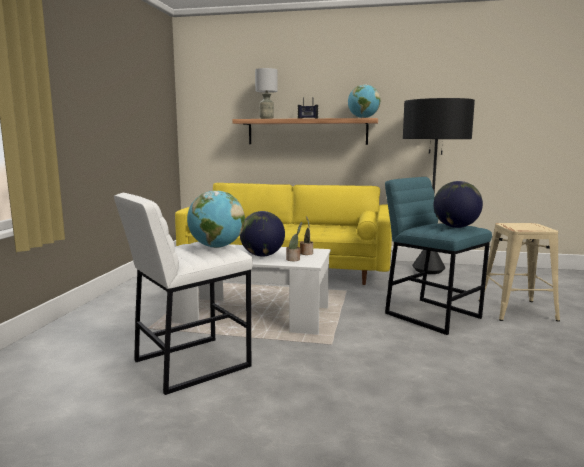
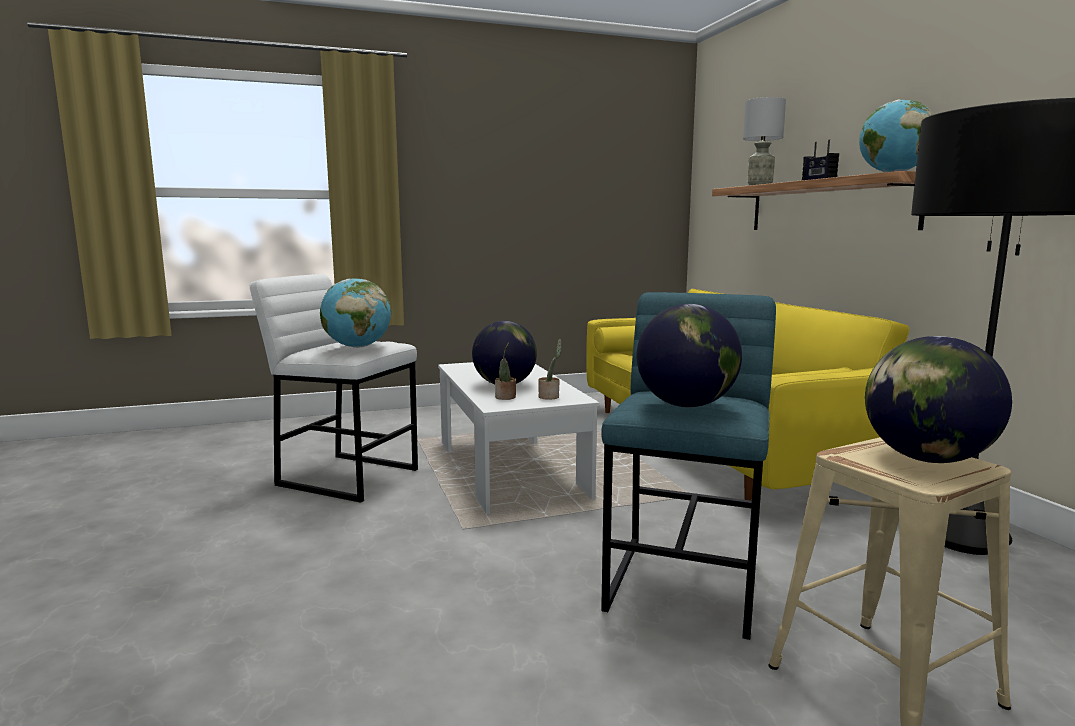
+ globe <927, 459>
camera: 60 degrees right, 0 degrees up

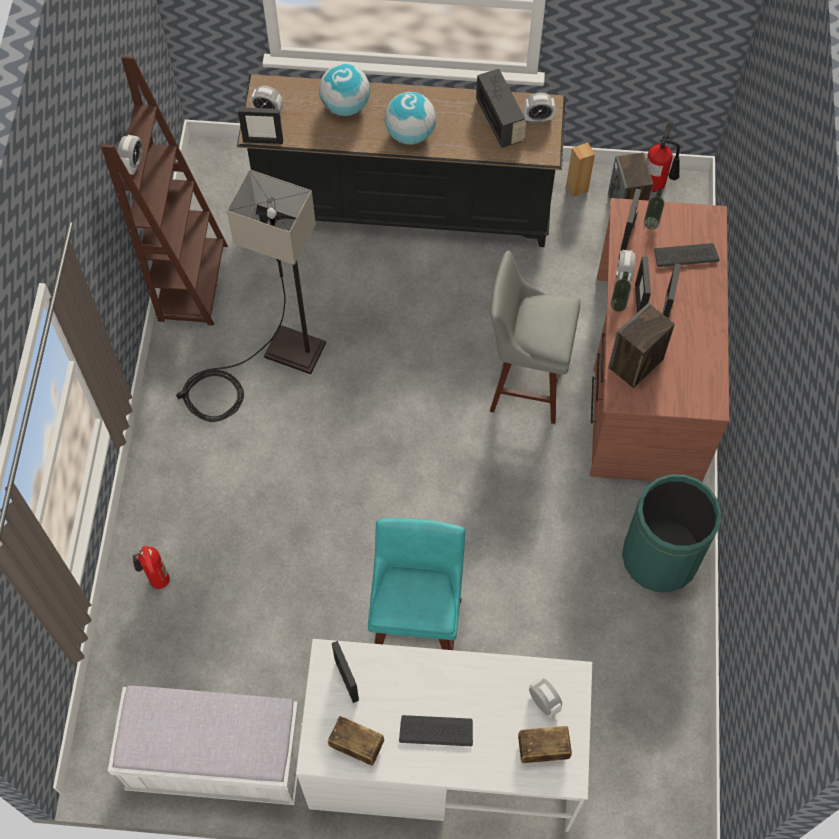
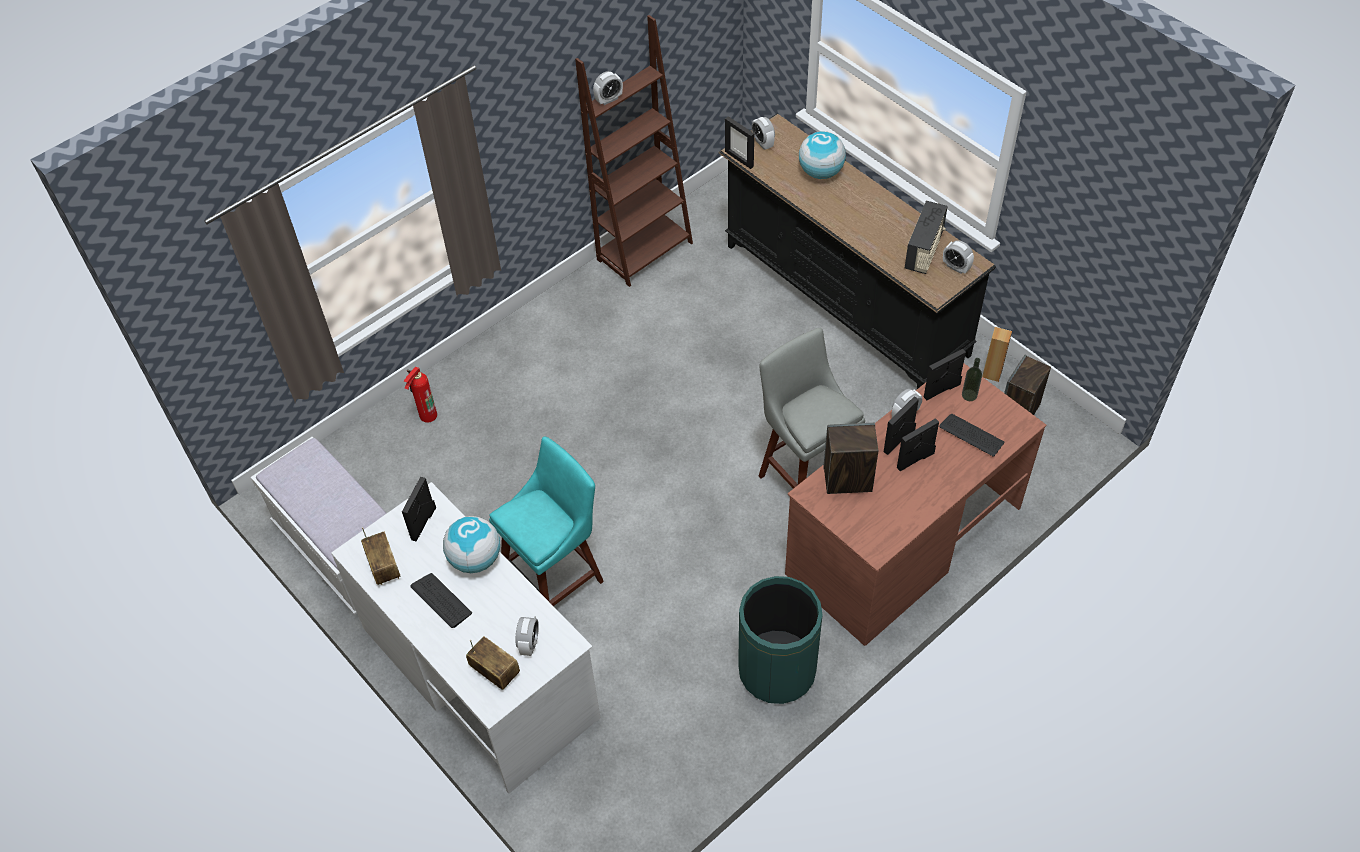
~ globe <410, 134> to <475, 559>
- fire extinguisher <657, 184>
- floor lamp <250, 374>
- bottle <618, 304>
camera: 45 degrees right, 10 degrees down

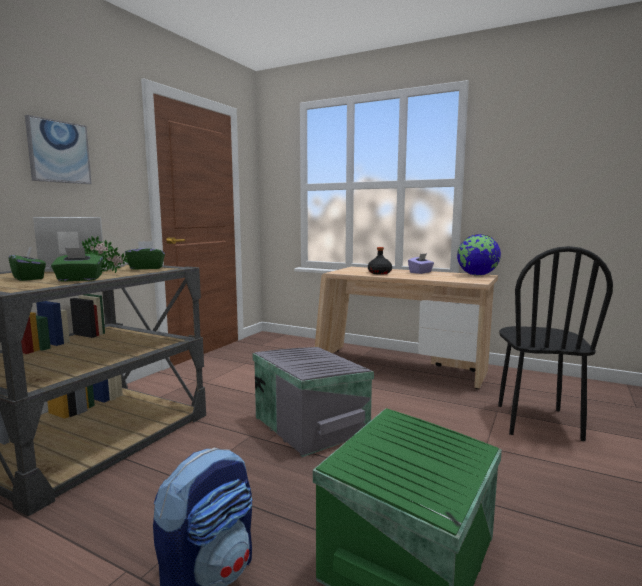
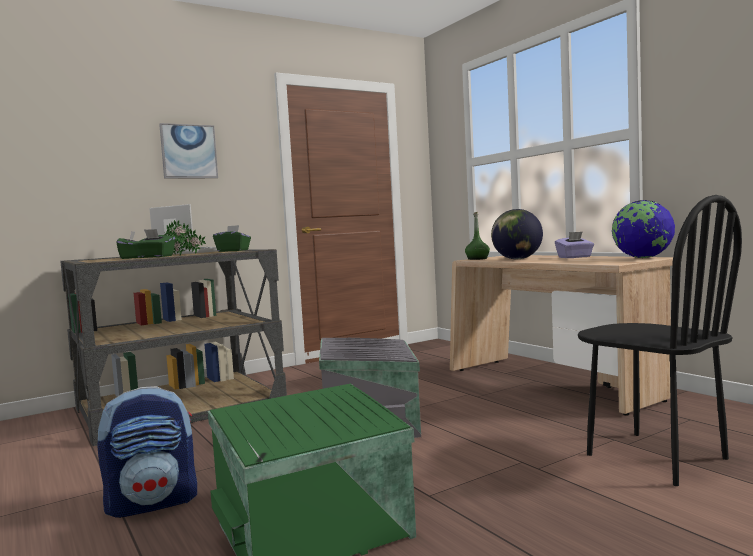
~ chair in black <537, 422> = <655, 457> 75 degrees counterclockwise
~ bottle in black <379, 273> to globe <517, 259>
+ bottle in green <477, 259>
camera: 30 degrees right, 5 degrees down

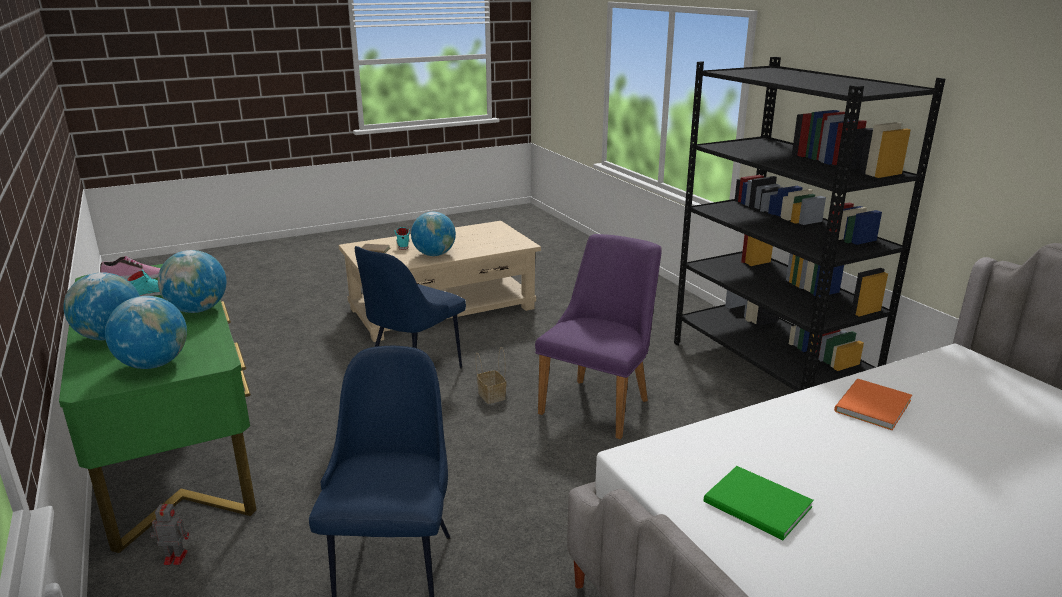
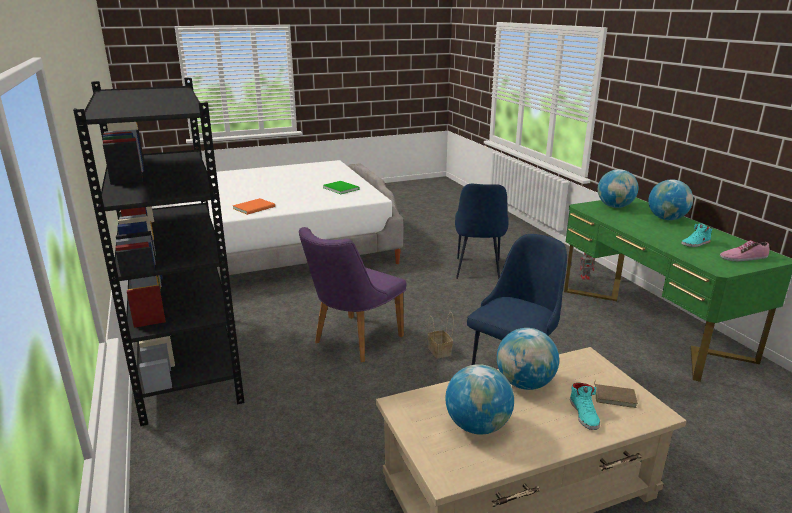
~ globe <197, 310> to <477, 426>
camera: 175 degrees left, 0 degrees up

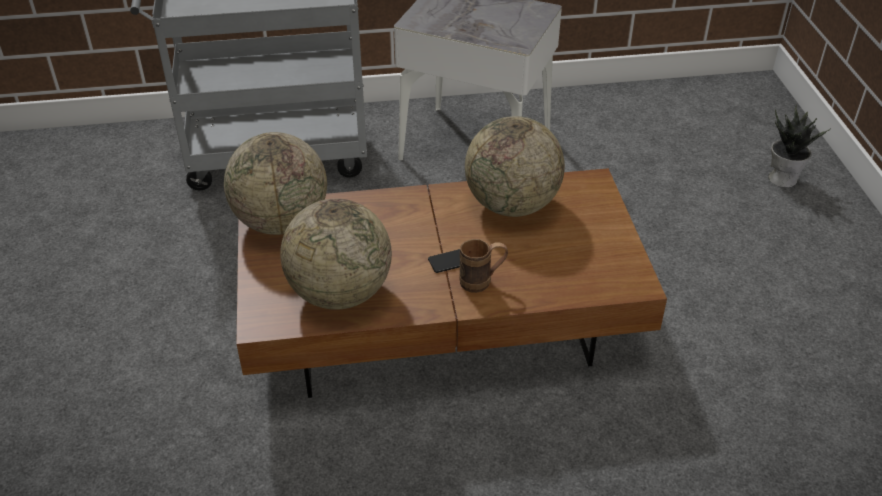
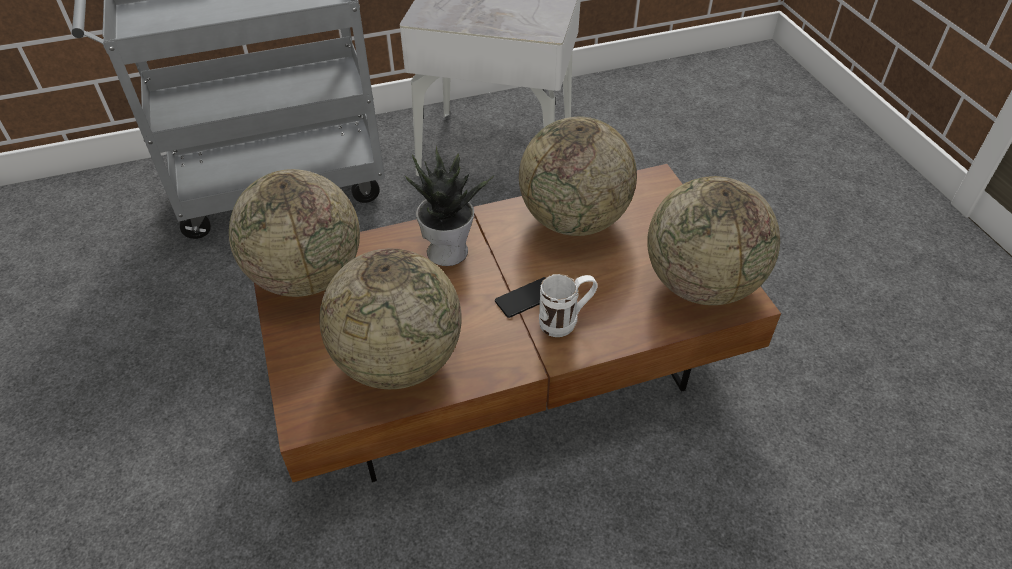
~ potted plant <783, 178> to <448, 250>
~ mug in brown <482, 282> to mug in white <566, 322>
+ globe <701, 284>
camera: 10 degrees left, 5 degrees up

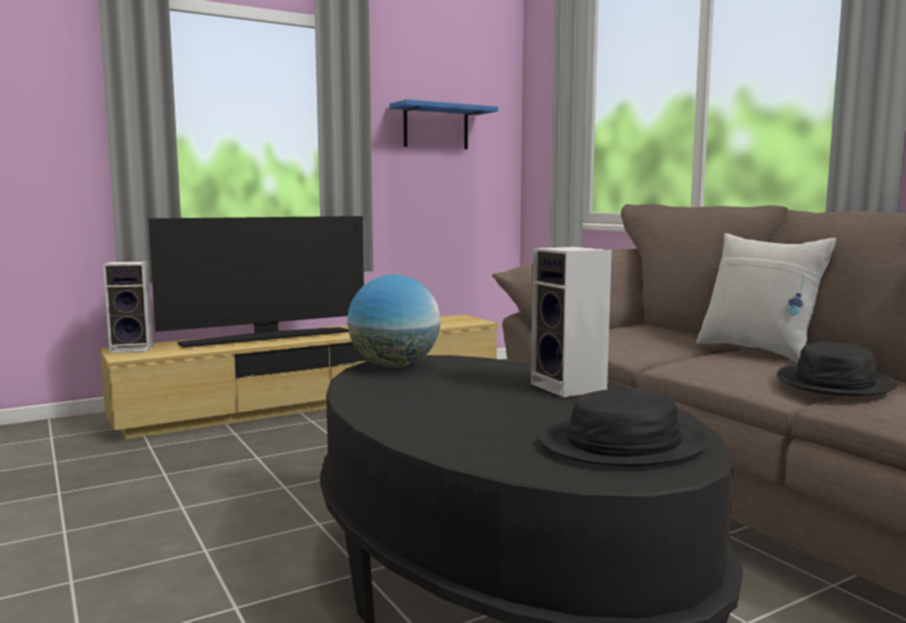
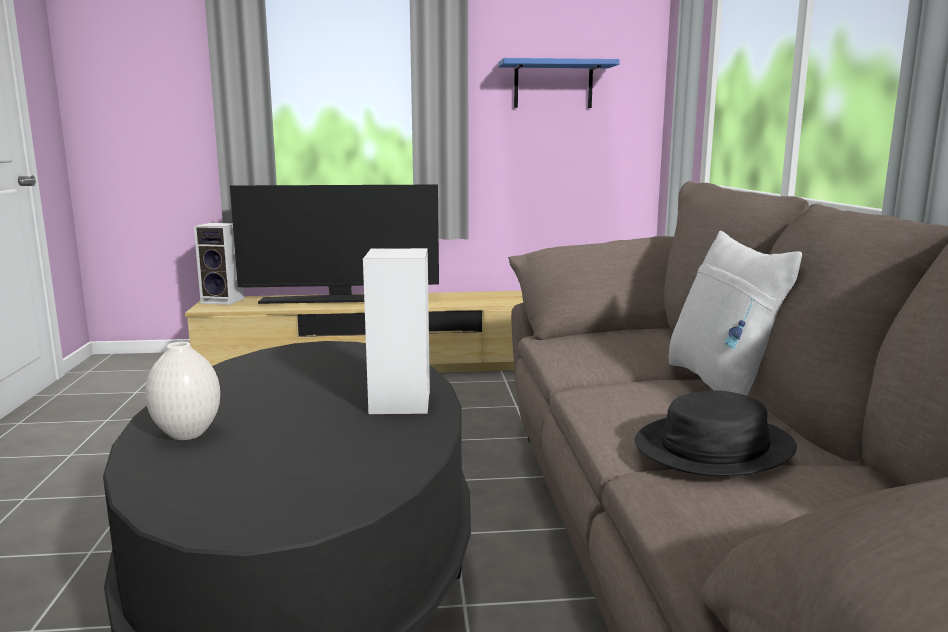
- globe <394, 366>
- hat in black <624, 444>
+ vase in white <187, 435>
camera: 25 degrees right, 5 degrees up

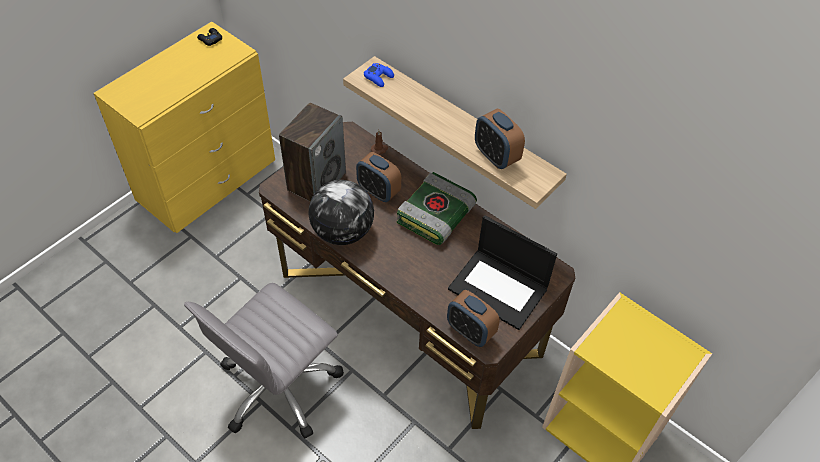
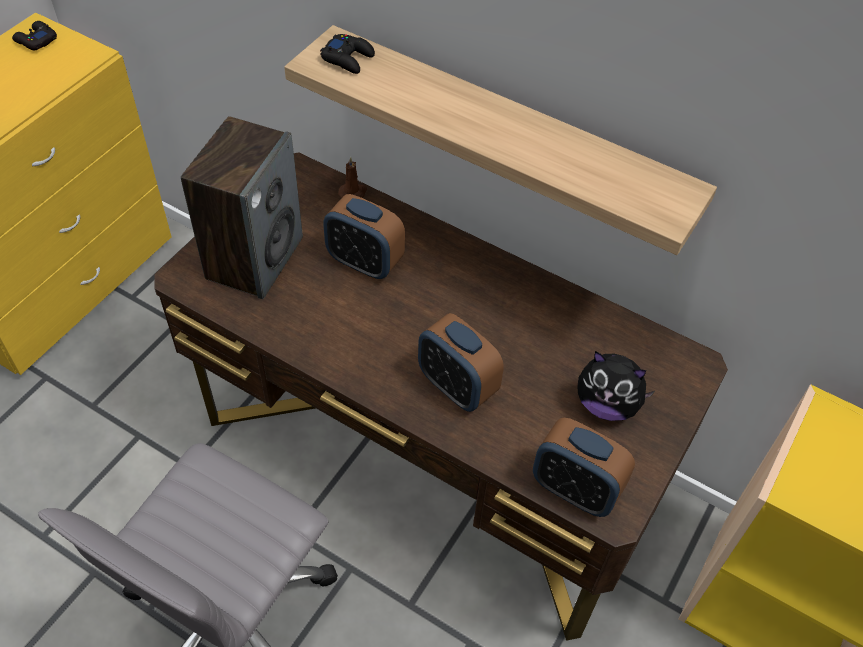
~ game controller in blue <379, 77> to game controller in black <348, 58>
~ alarm clock <496, 156> to <456, 386>
- book <436, 216>
- globe <342, 232>
~ laptop <499, 288> to plush toy <607, 404>
camera: 10 degrees left, 0 degrees up

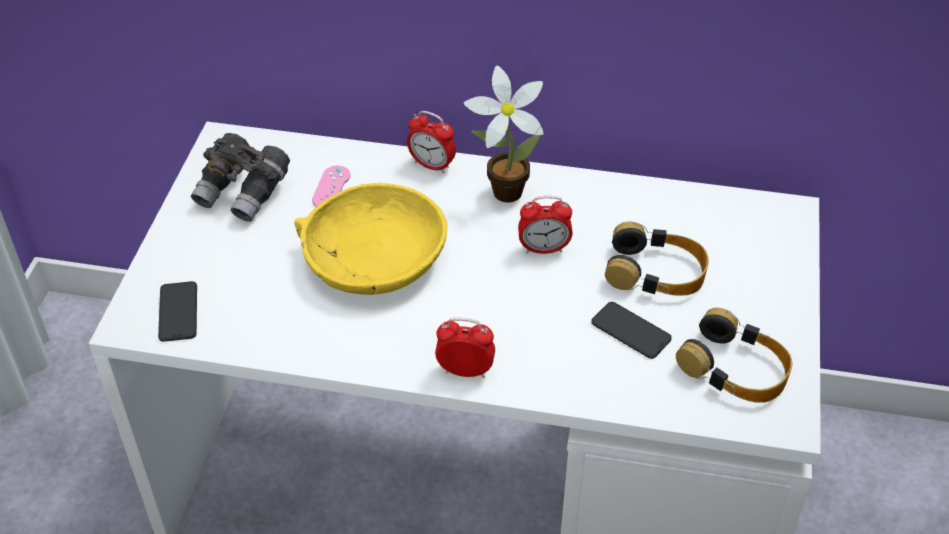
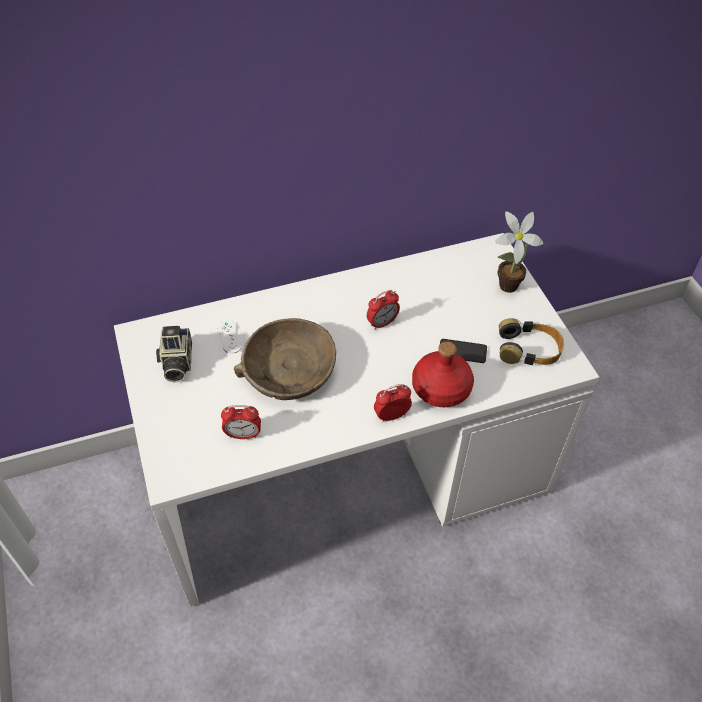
~ potted plant <502, 191> to <505, 286>
~ alarm clock <432, 165> to <243, 435>
~ binoculars in grey <244, 193> to photo camera <176, 363>
~ game controller in pink <331, 188> to game controller in white <230, 337>
~ bowl in yellow <374, 258> to bowl in brown <289, 370>
- headphones <656, 272>
- phone <178, 312>
+ bottle in red <441, 389>
camera: 30 degrees left, 5 degrees up

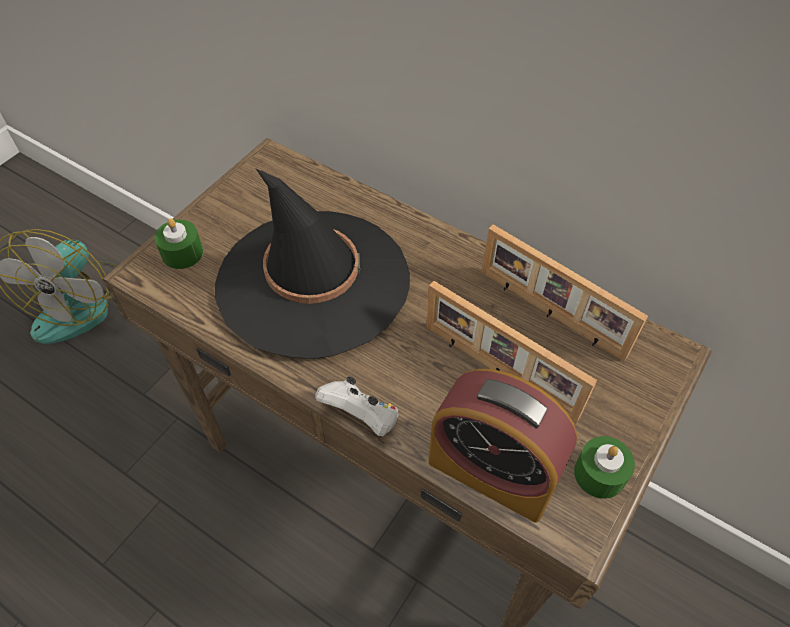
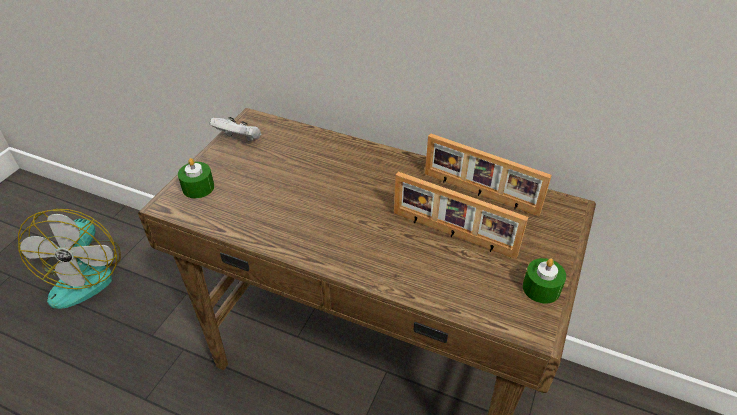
- hat in black <313, 281>
- alarm clock <492, 471>
~ game controller in white <361, 417> to <239, 139>
camera: 10 degrees left, 10 degrees down

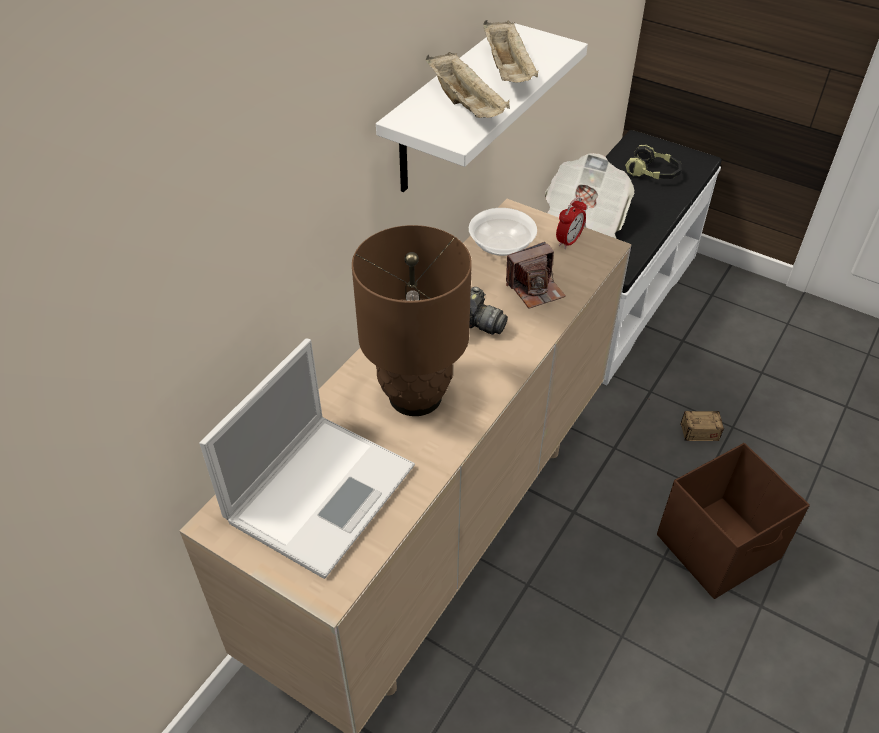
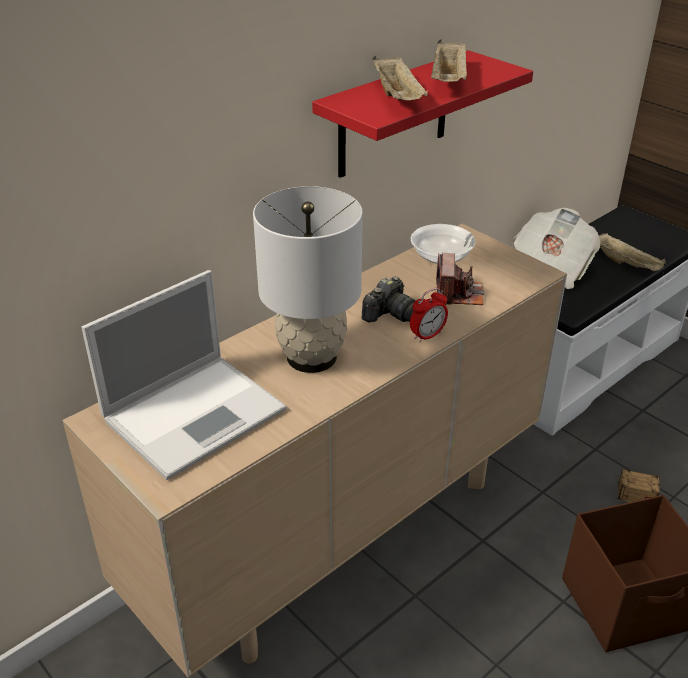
~ shelf in white <446, 111> to shelf in red <393, 115>
- headphones <653, 173>
~ alarm clock <569, 241> to <427, 335>
~ table lamp in brown <416, 396> to table lamp in white <312, 357>
~ photo camera <535, 289> = <458, 294> 75 degrees counterclockwise
+ tray in beige <627, 264>
camera: 15 degrees right, 10 degrees down

